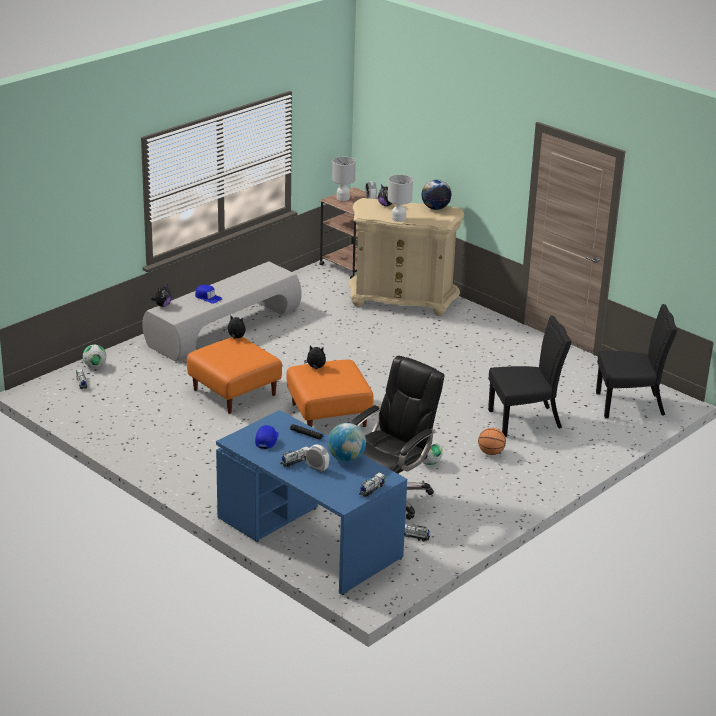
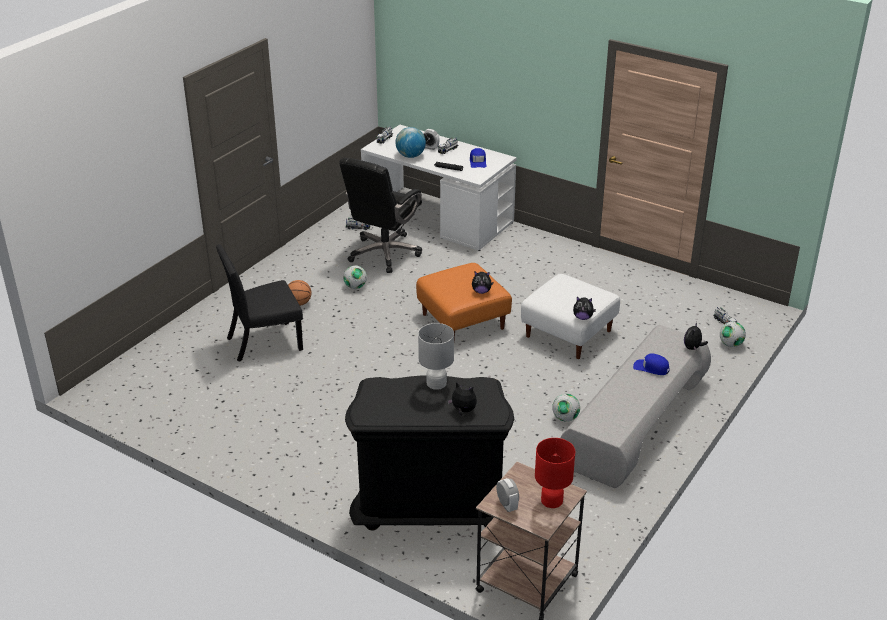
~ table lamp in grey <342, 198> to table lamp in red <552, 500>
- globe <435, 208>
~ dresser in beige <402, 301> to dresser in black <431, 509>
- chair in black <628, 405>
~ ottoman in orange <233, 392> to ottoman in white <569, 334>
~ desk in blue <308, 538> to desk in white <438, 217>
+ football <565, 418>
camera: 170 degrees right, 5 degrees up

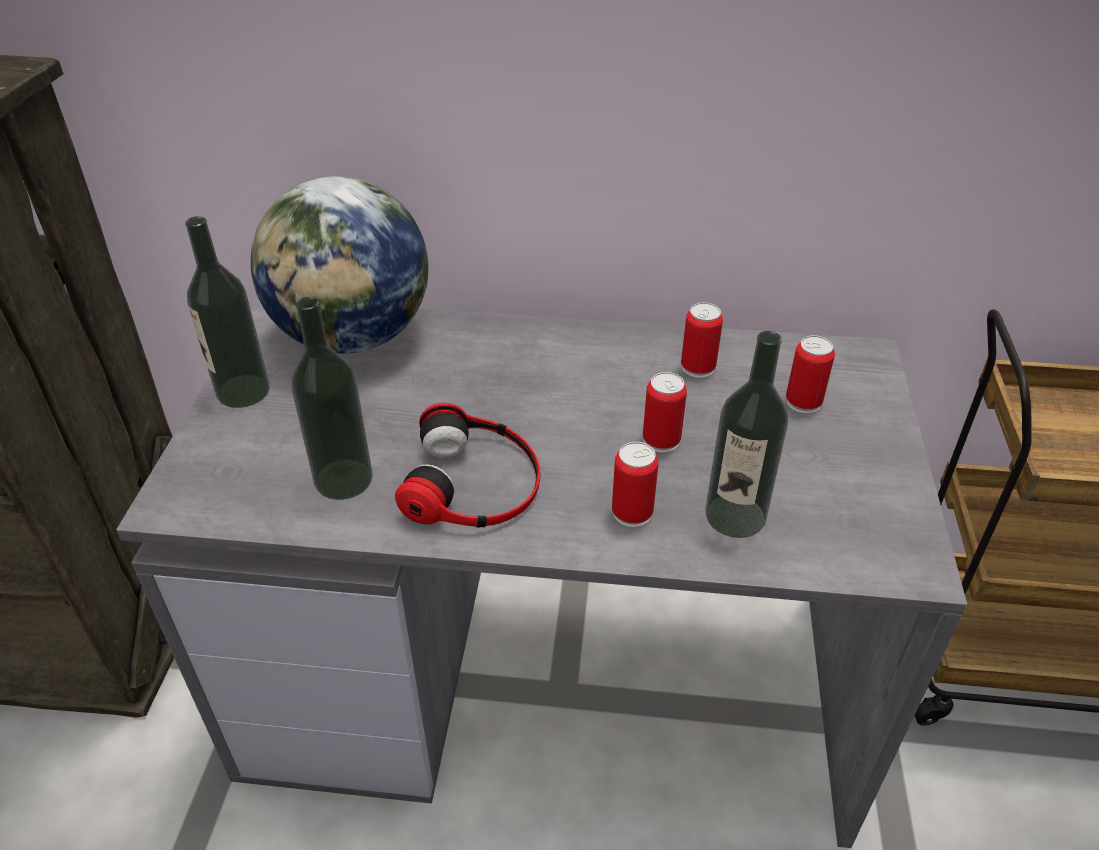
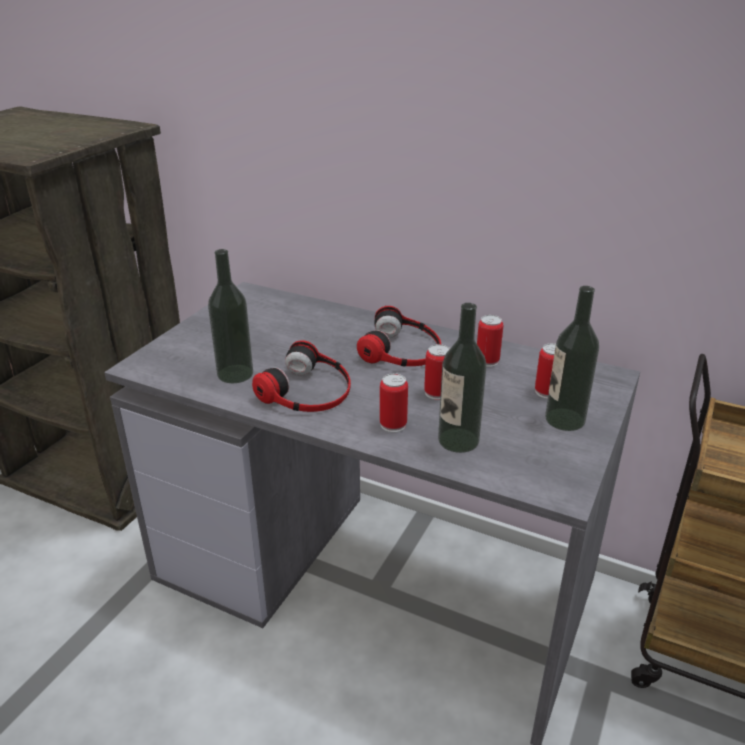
- globe <354, 337>
~ bottle <243, 391> to <565, 419>
+ headphones <402, 349>
camera: 20 degrees right, 10 degrees down

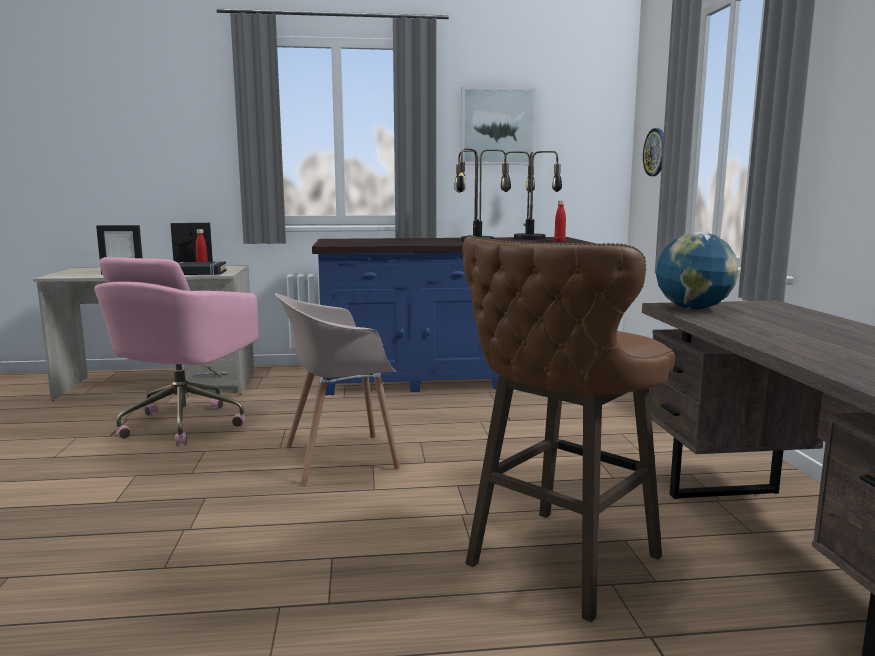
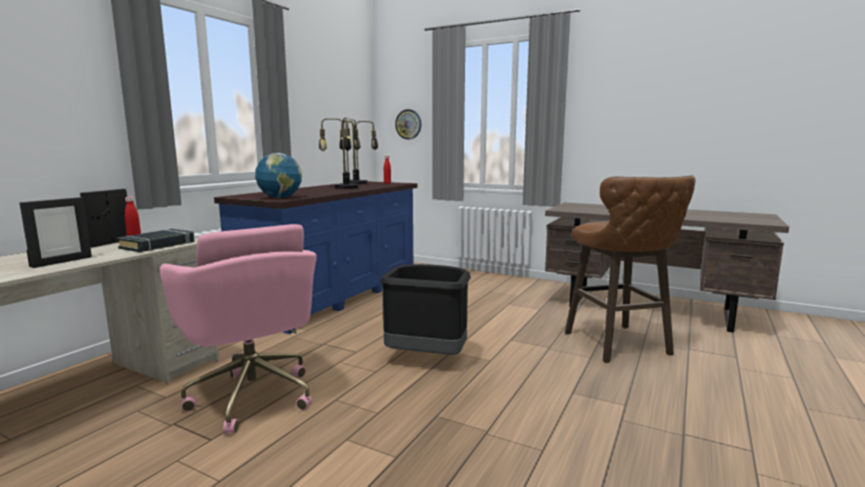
- picture <497, 126>
~ globe <693, 308> to <280, 197>
~ chair in beige <339, 458> to trash can in black <426, 358>
camera: 55 degrees left, 0 degrees up

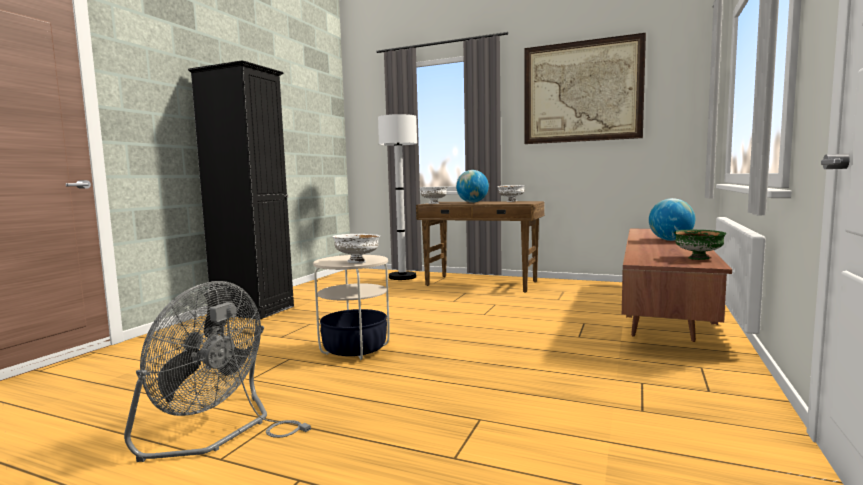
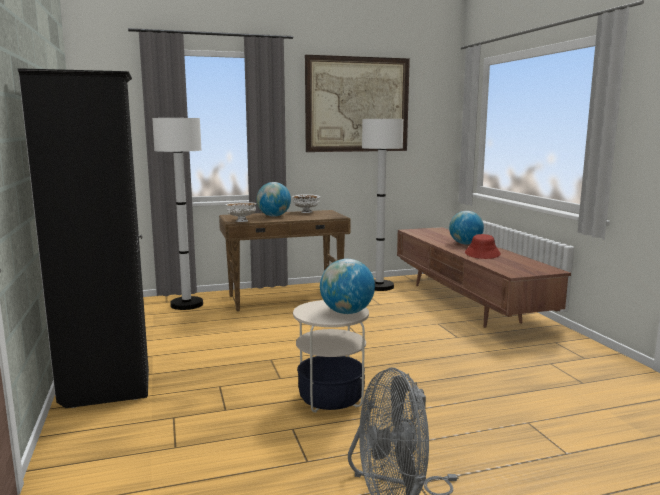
- bowl in green <699, 258>
~ bowl in white <357, 262> to globe <347, 312>
+ floor lamp in white <379, 286>
+ hat in red <482, 253>
camera: 40 degrees left, 5 degrees up

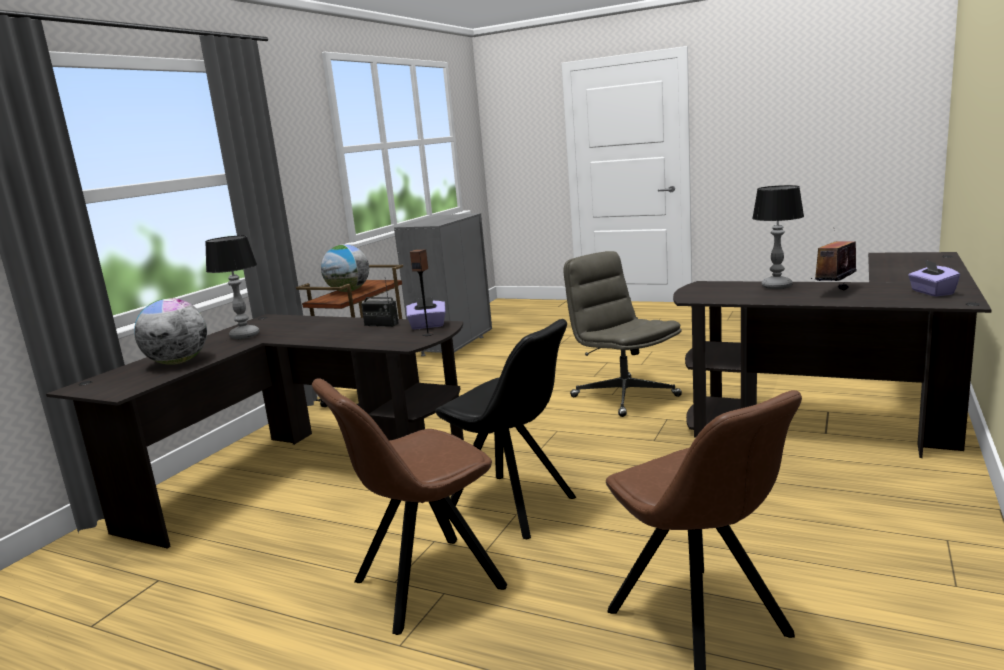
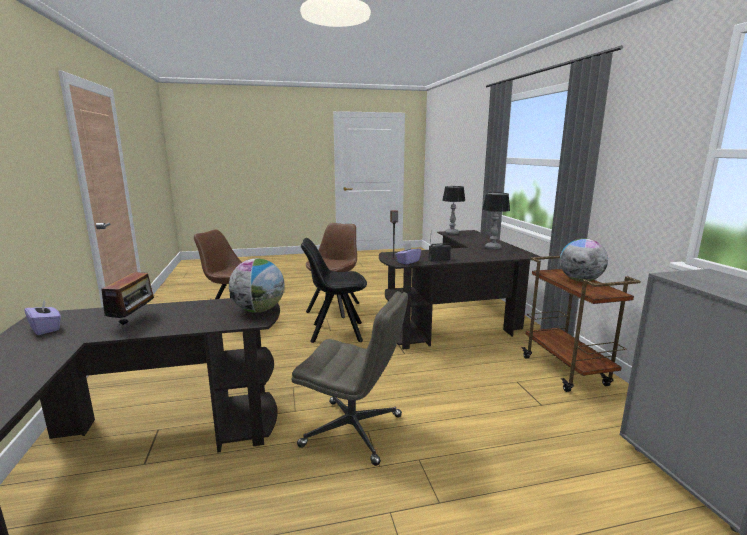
~ table lamp <776, 286> to <452, 233>
~ globe <178, 362> to <259, 310>
camera: 140 degrees right, 0 degrees up

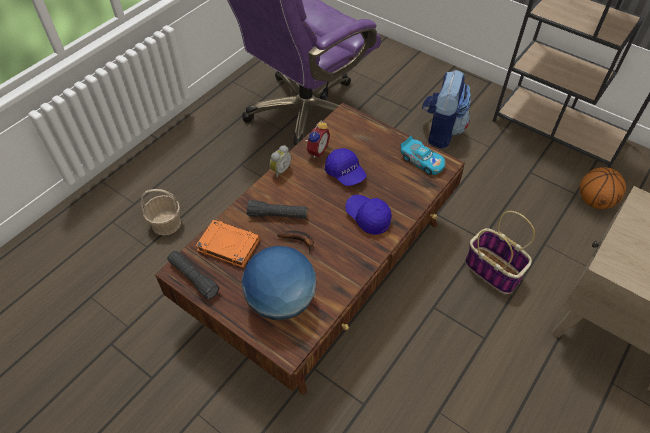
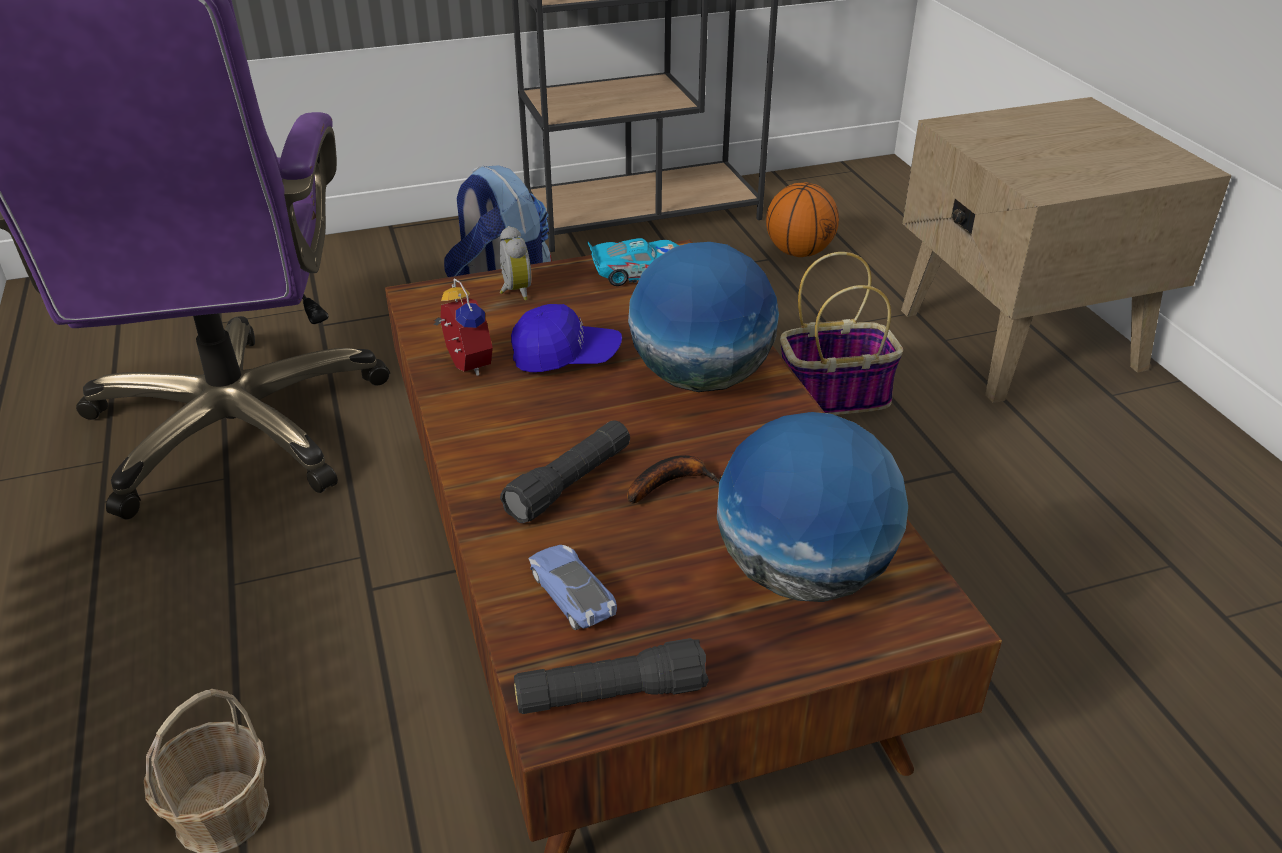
~ alarm clock <280, 170> to <514, 291>
~ cap in blue <368, 217> to globe <701, 378>
~ book in orange <228, 245> to toy car <572, 593>
camera: 55 degrees left, 15 degrees down

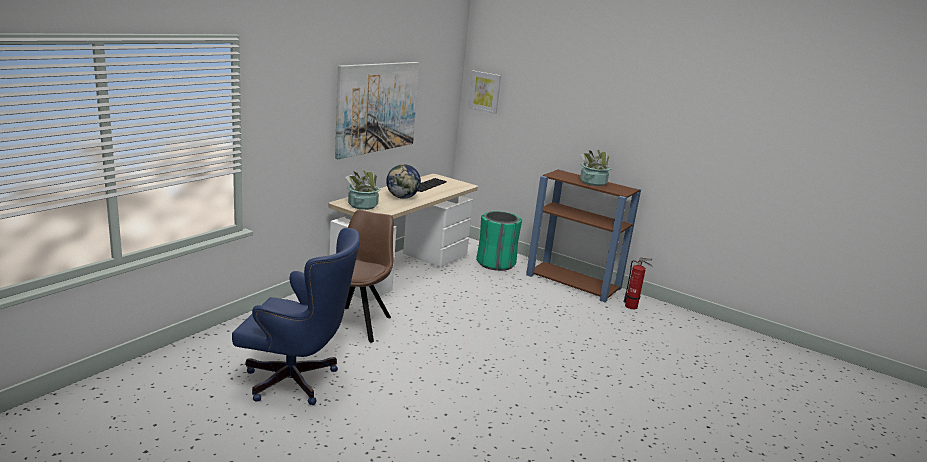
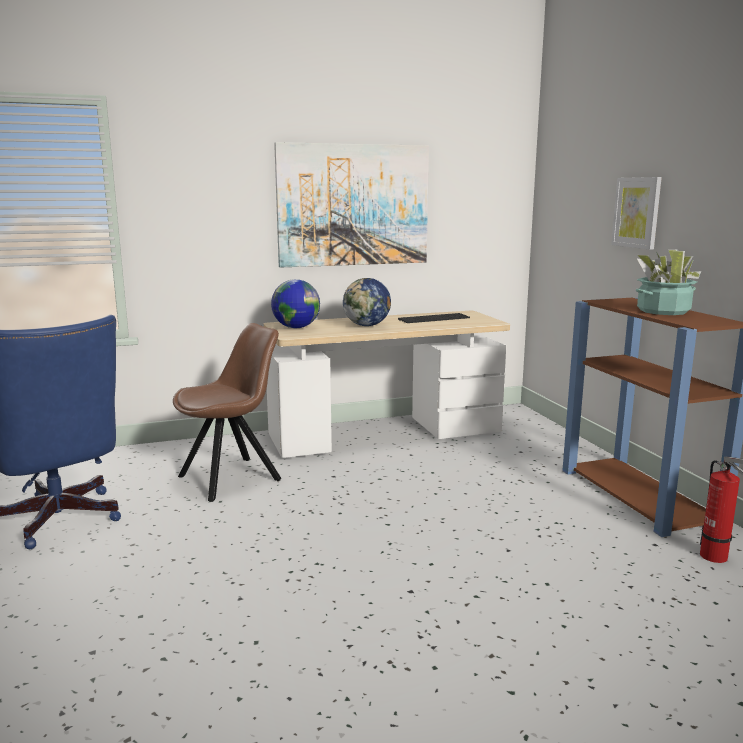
~ picture <485, 92> to <637, 212>
~ potted plant <363, 205> to globe <296, 327>
- trash can in green <495, 263>
camera: 40 degrees right, 5 degrees down

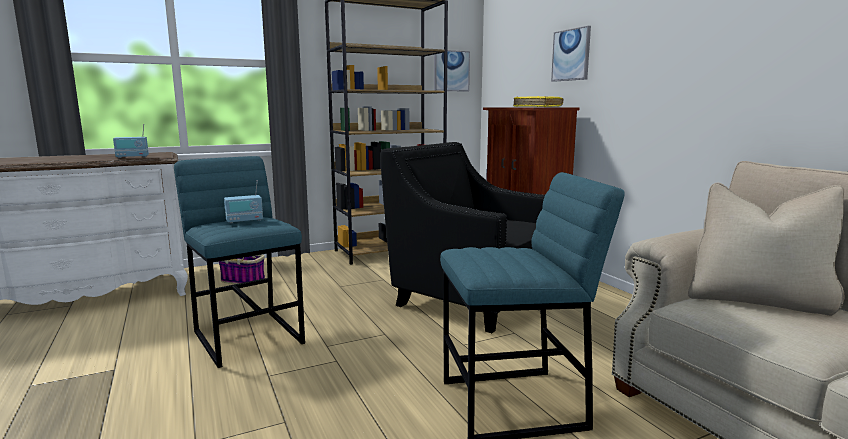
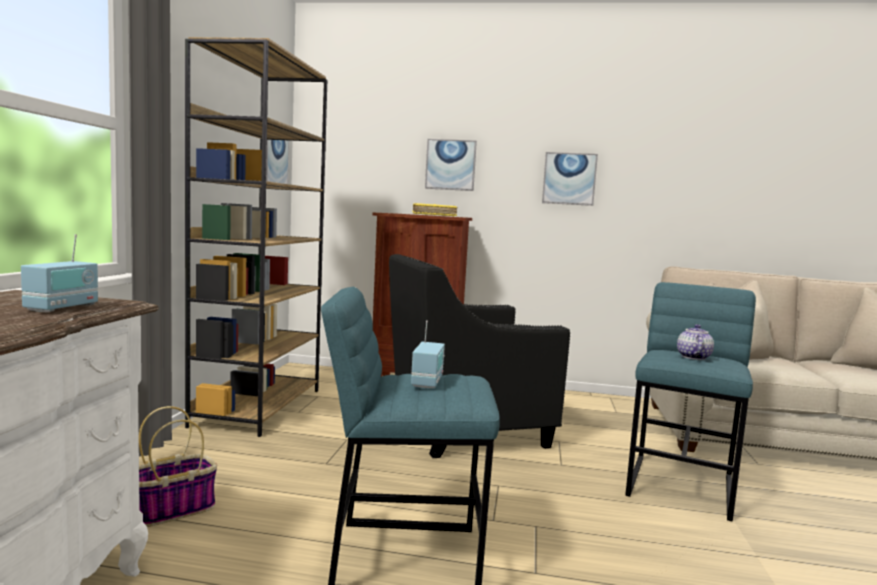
+ picture <569, 179>
+ teapot <692, 357>
camera: 55 degrees left, 5 degrees down

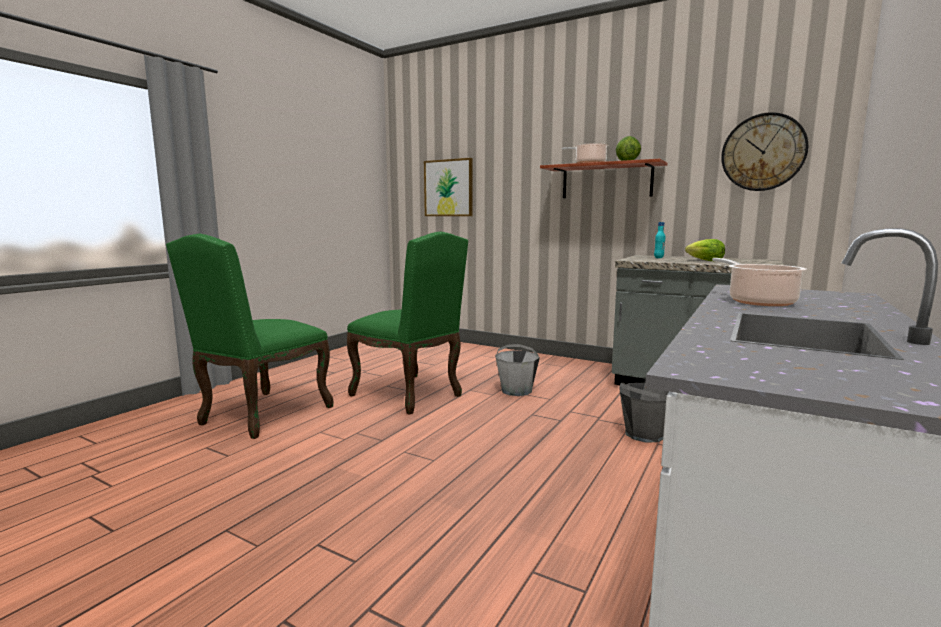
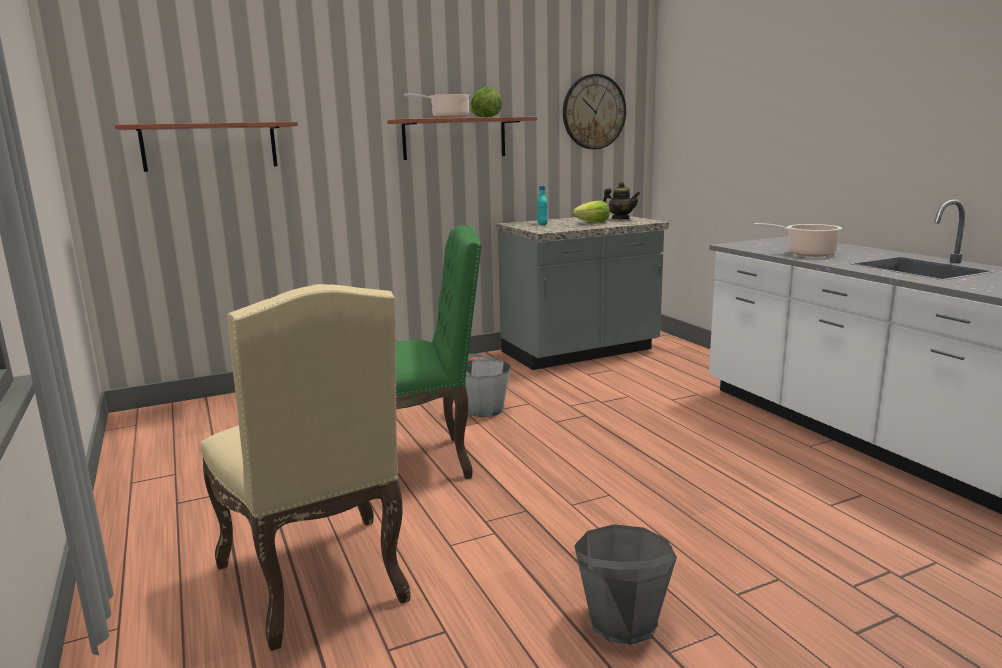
~ picture <448, 188> to shelf <210, 146>
~ chair in green <262, 415> to chair in beige <319, 582>
~ bucket in grey <644, 434> to <622, 621>
+ teapot <620, 219>
camera: 55 degrees left, 5 degrees up

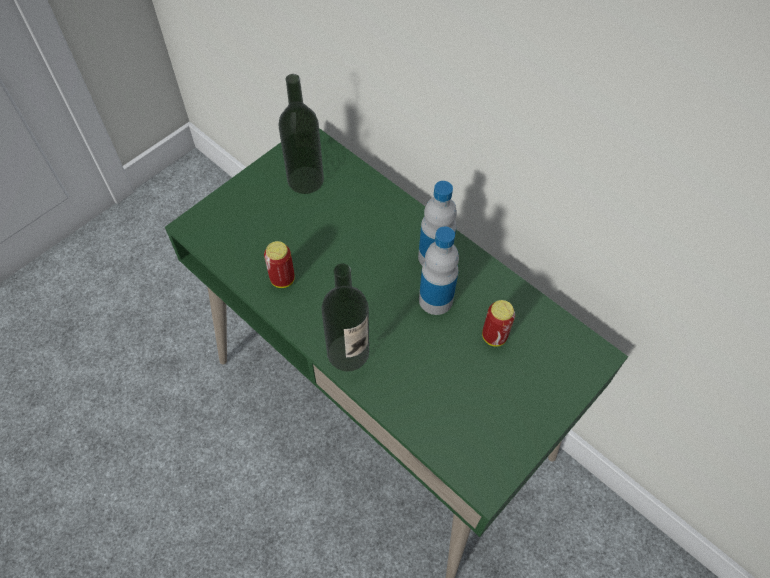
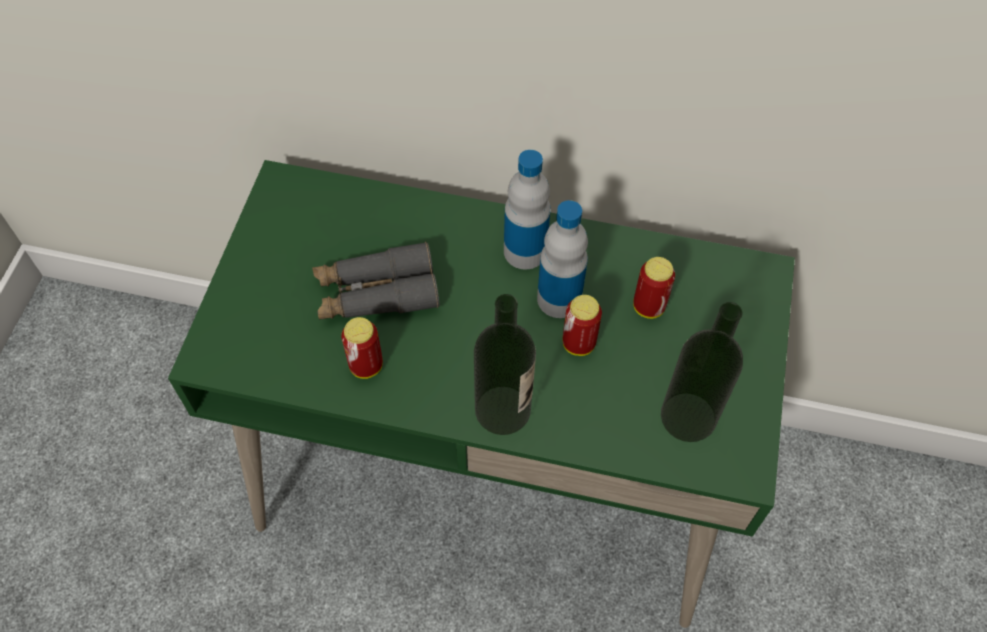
~ bottle <305, 180> to <688, 417>
+ binoculars in grey <376, 293>
+ can <578, 344>
camera: 30 degrees left, 0 degrees up

